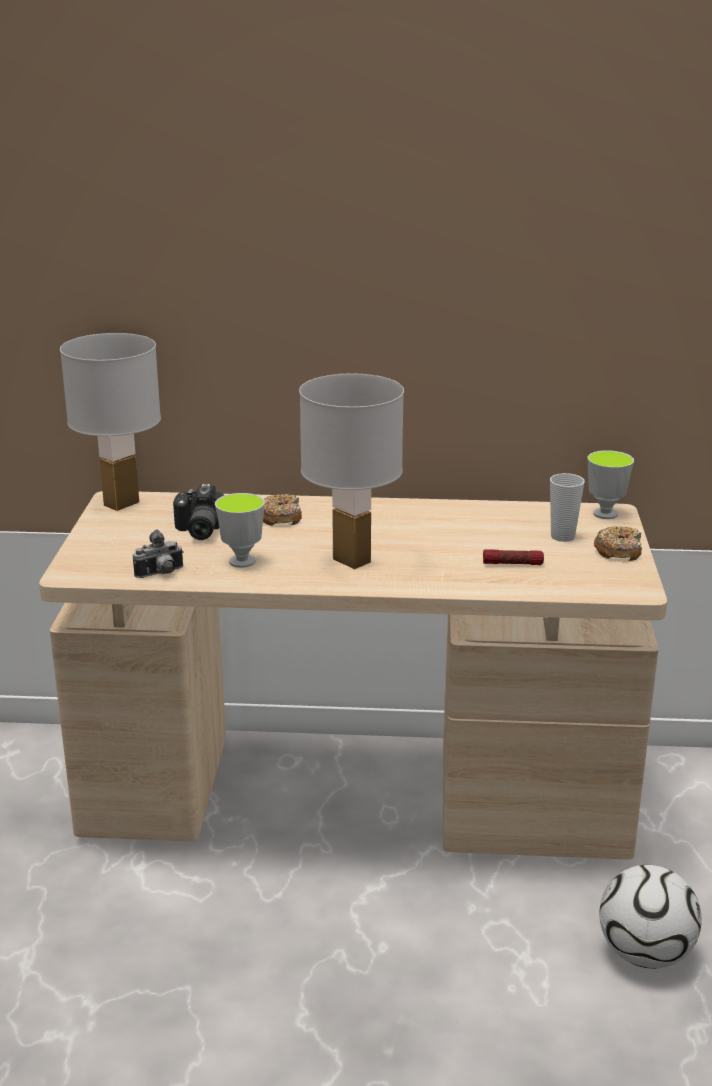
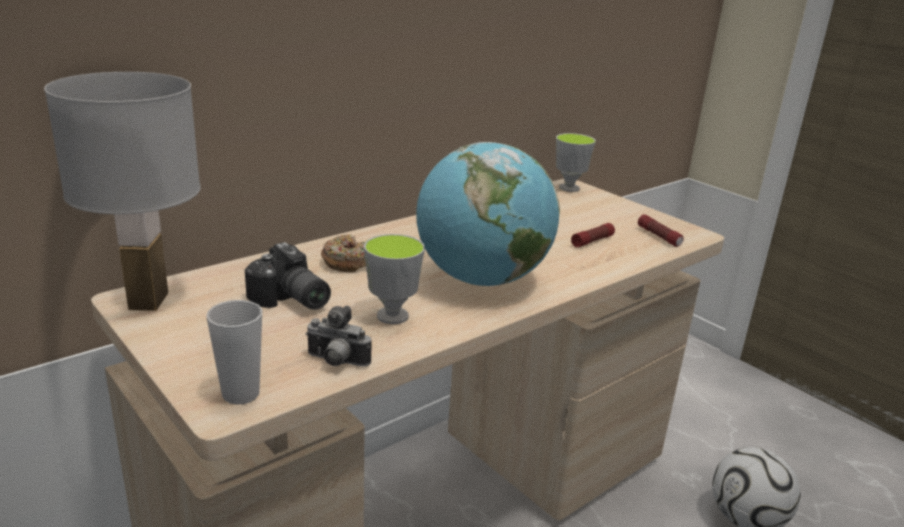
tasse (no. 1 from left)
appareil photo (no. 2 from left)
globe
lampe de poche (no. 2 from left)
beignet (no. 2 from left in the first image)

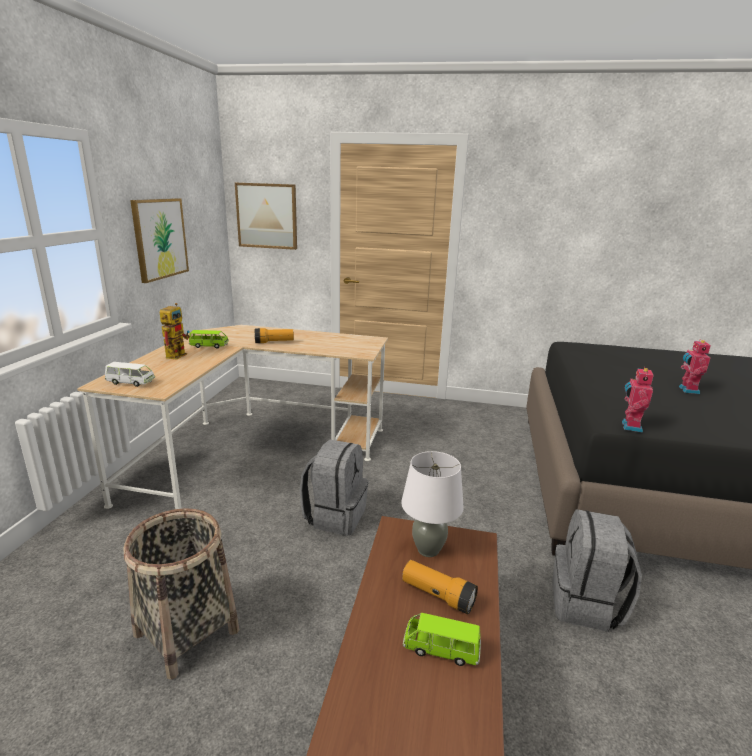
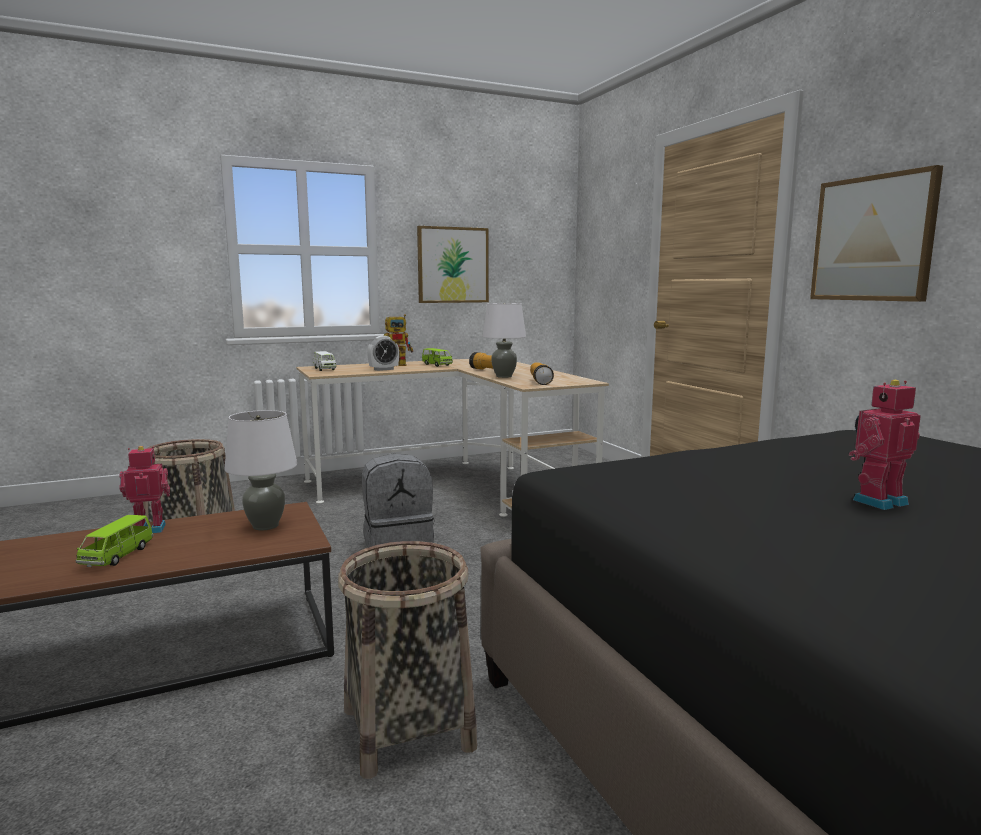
petite voiture (vert) (no. 1 from left)
robot jouet (no. 1 from left)
panier (no. 2 from left)
réveil
lampe de table (blanc) (no. 2 from left)
lampe de poche (no. 2 from left)
tableau (no. 2 from left)

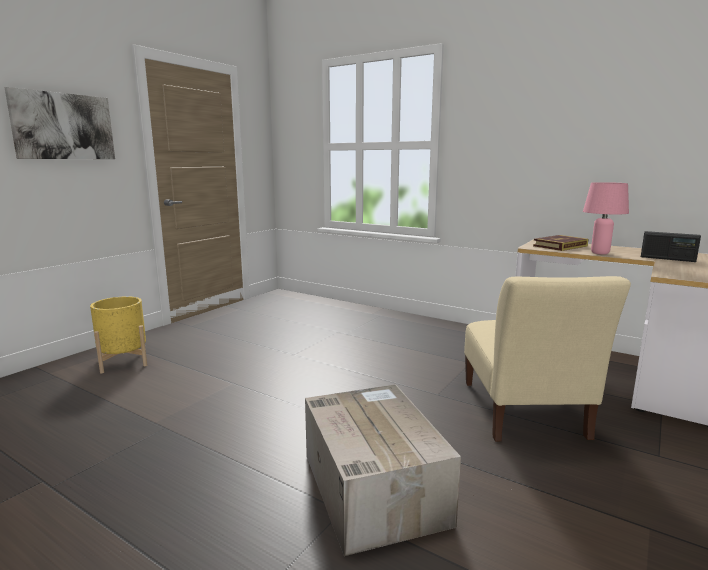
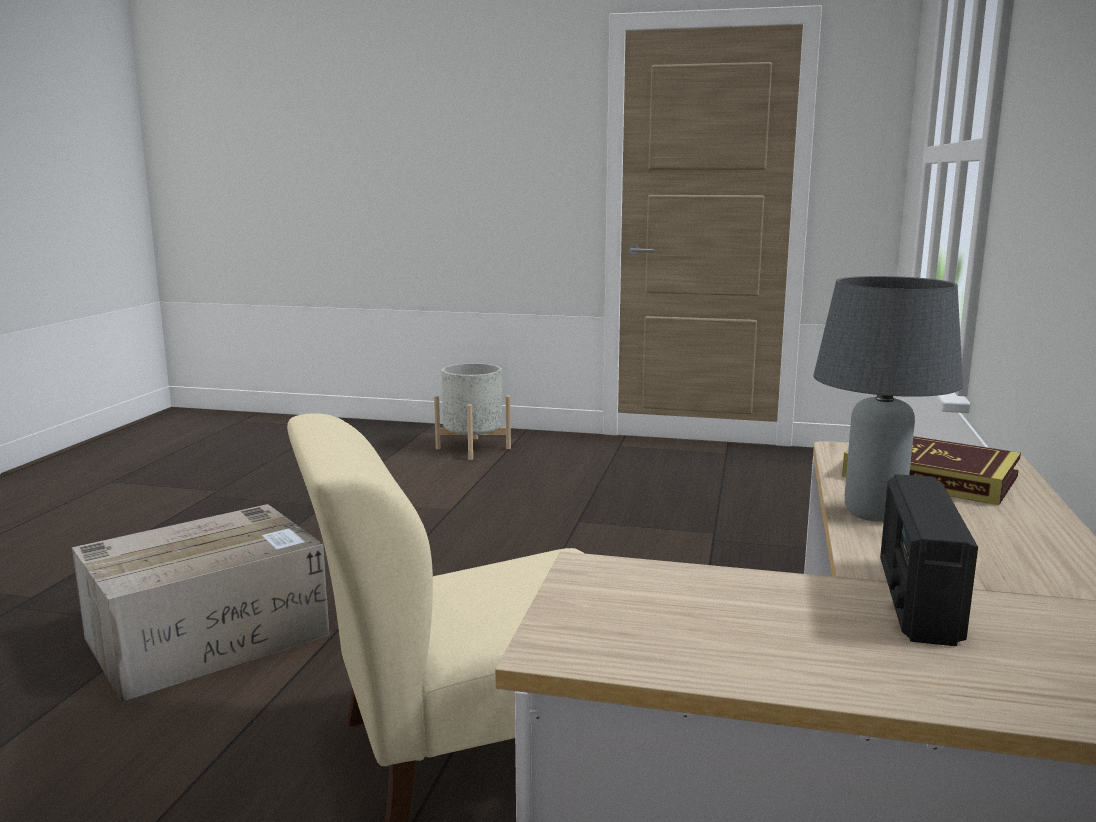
cache-pot (gris)
lampe de table (gris)
tableau

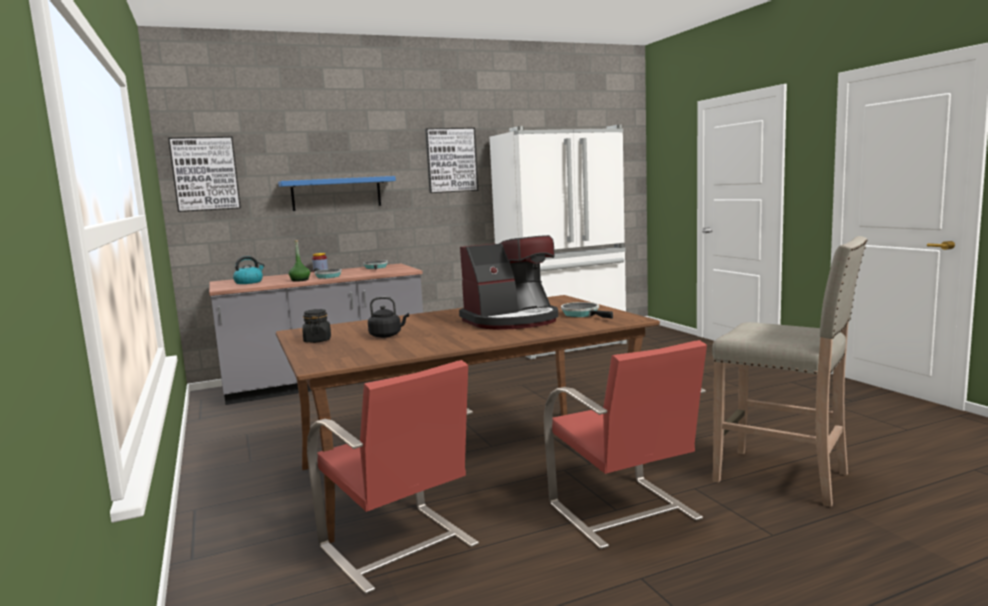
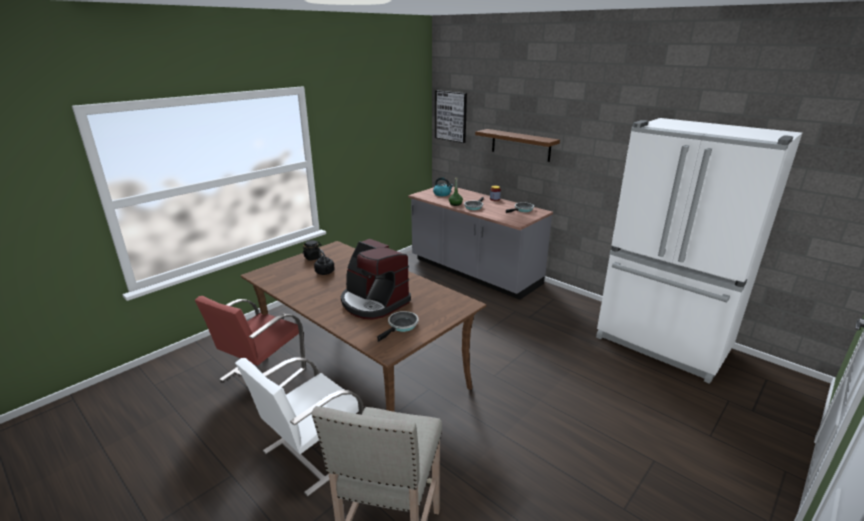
chaise (blanc)
étagère (marron)
tableau (no. 2 from left in the first image)

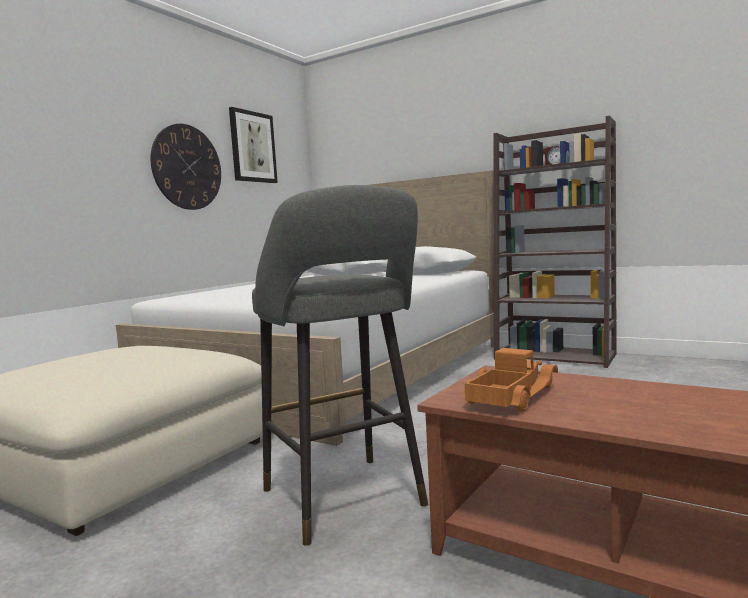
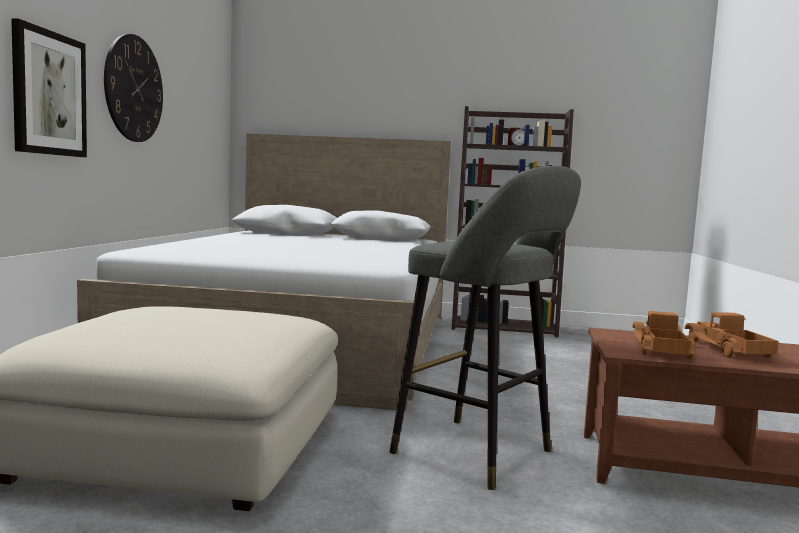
tableau
camion jouet (no. 2 from left)

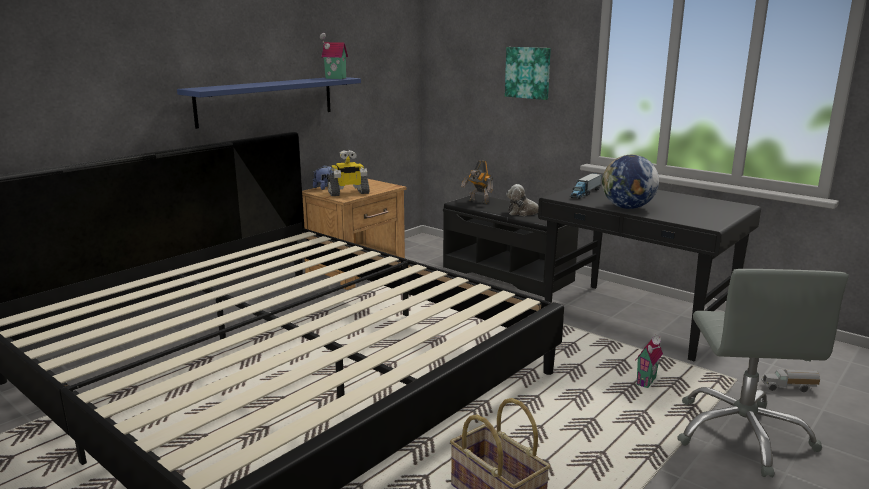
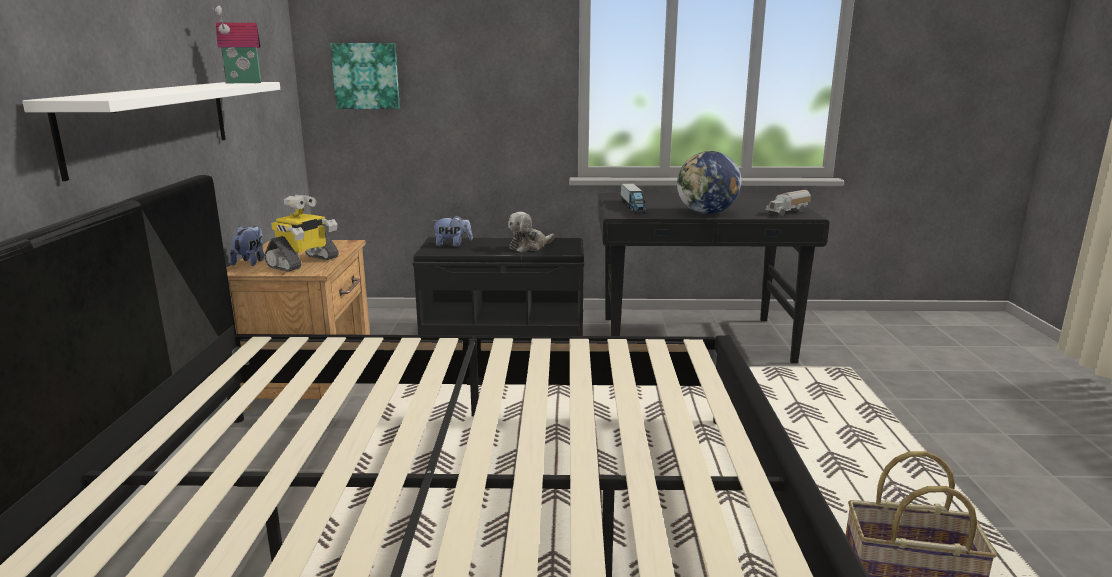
étagère (blanc)
tableau
peluche (no. 2 from left)
camion jouet (no. 2 from left)
maison miniature (no. 2 from left in the first image)
chaise de bureau (gris)

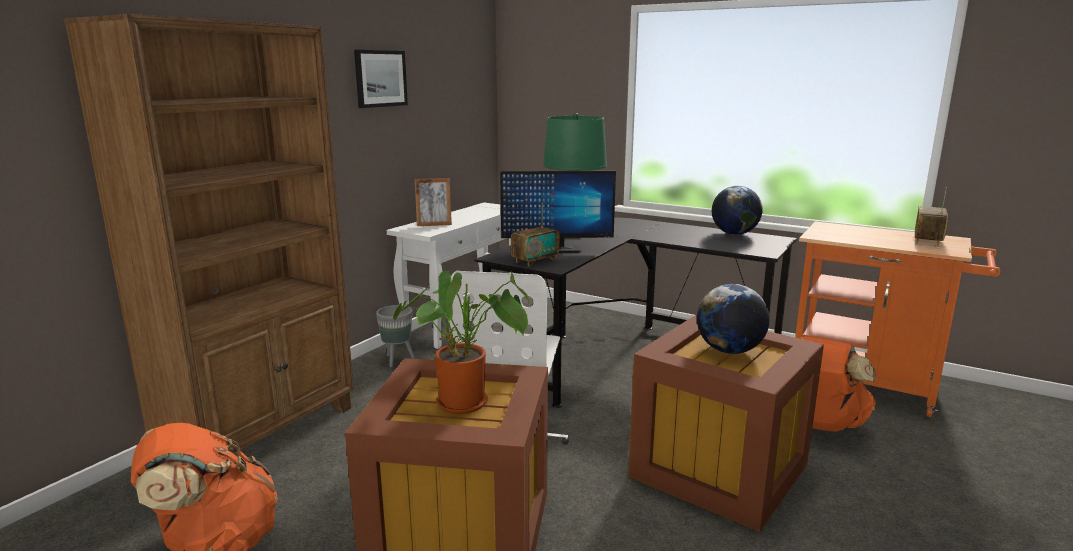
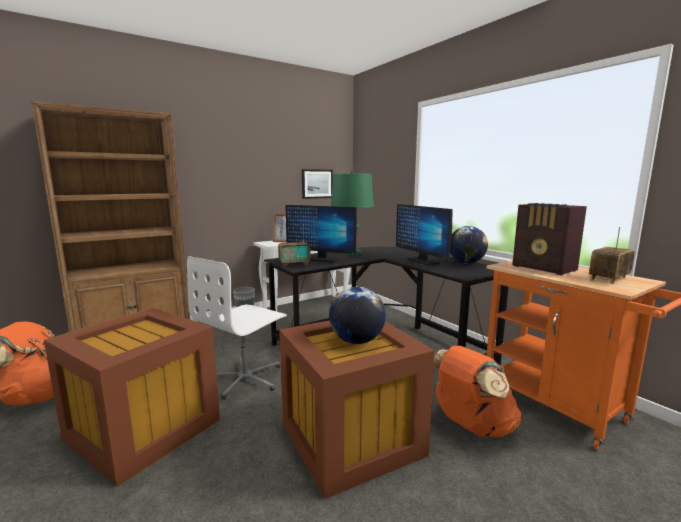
tableau
écran d'ordinateur (no. 2 from left)
radio (no. 2 from left)
plante en pot

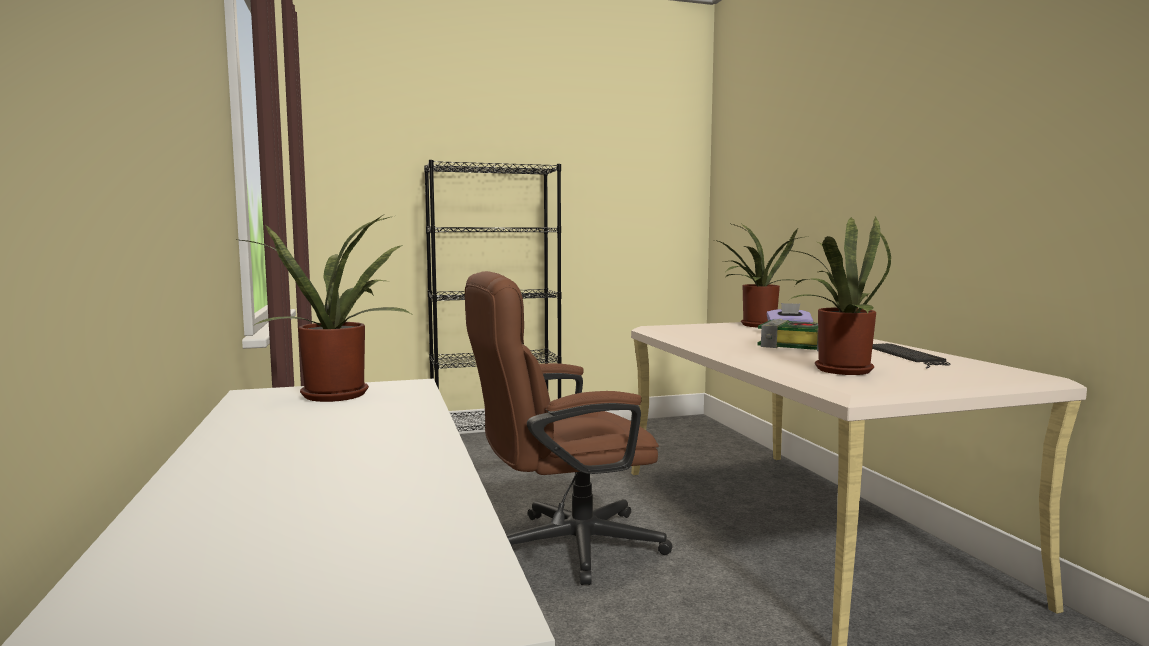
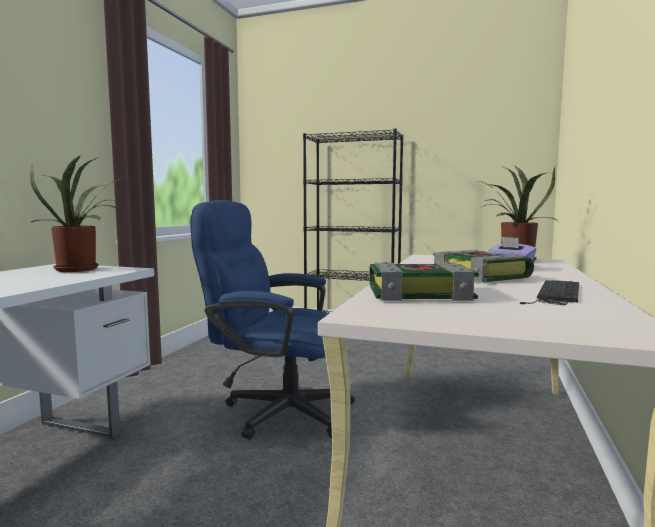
chaise de bureau (bleu)
livre (no. 1 from left)

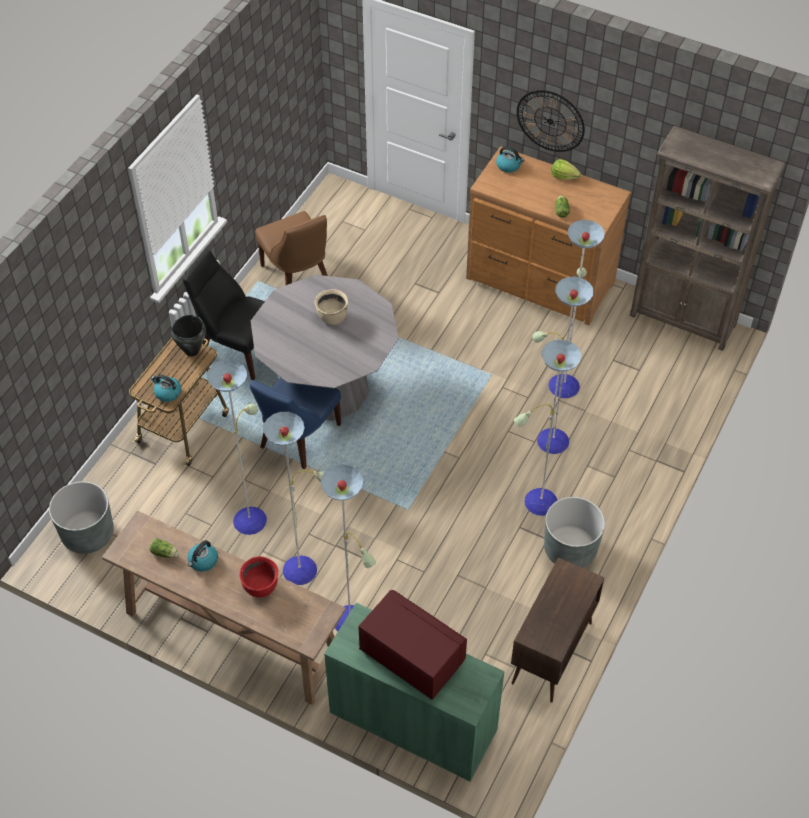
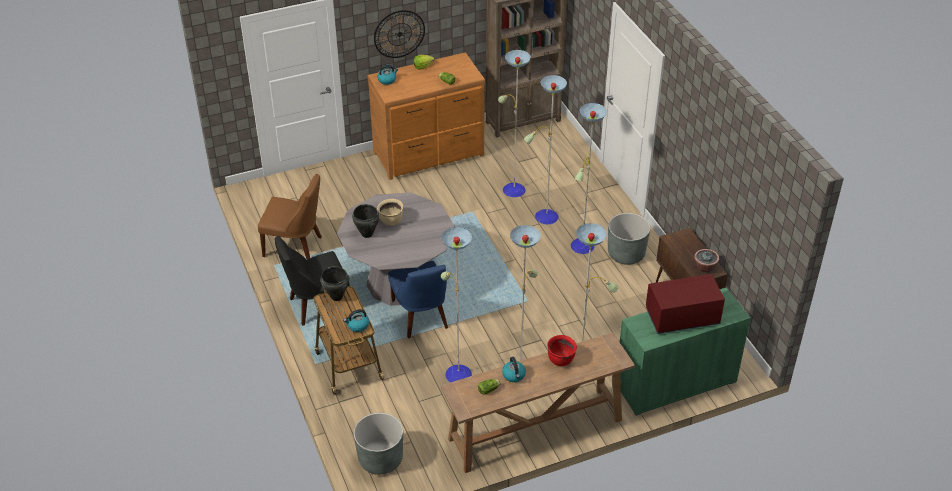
marmite (noir) (no. 2 from left)
plante en pot

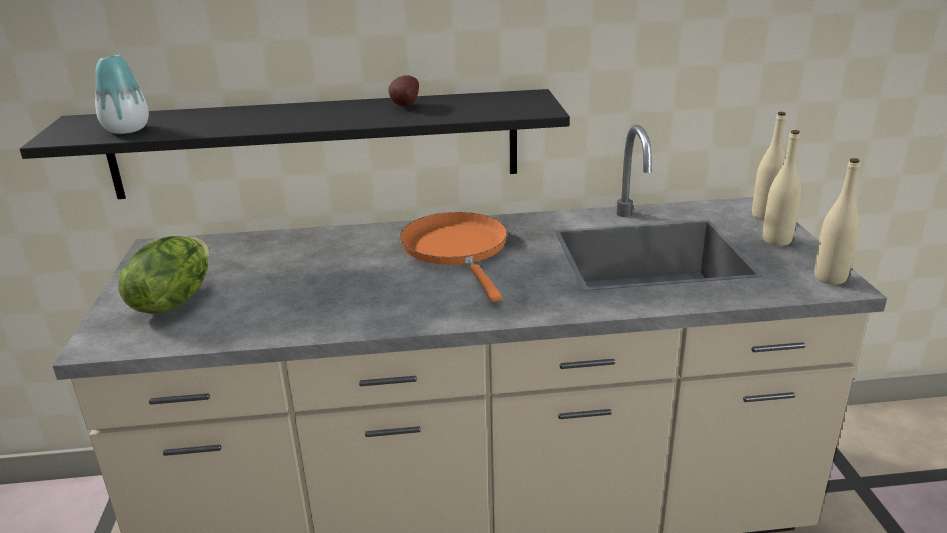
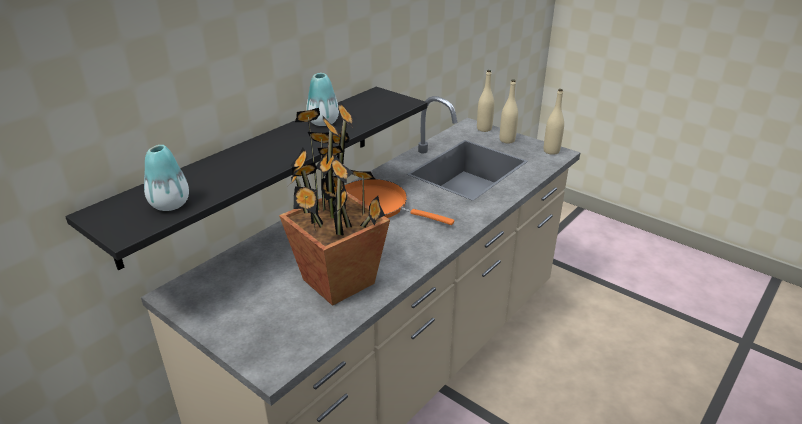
plante en pot
vase (no. 2 from left)
laitue

